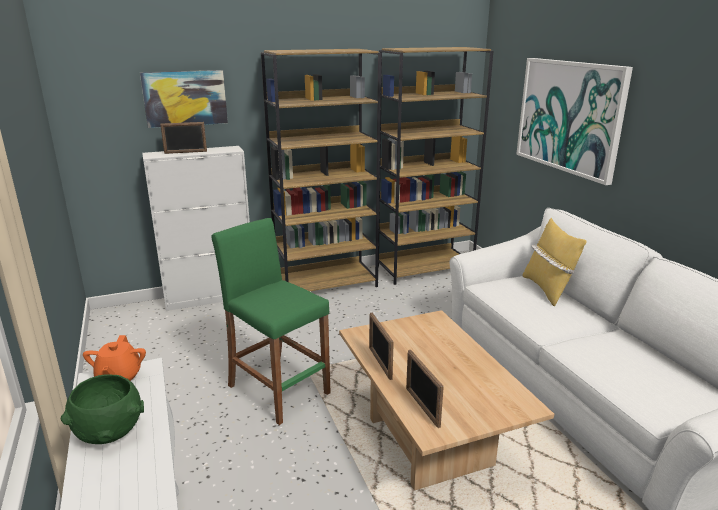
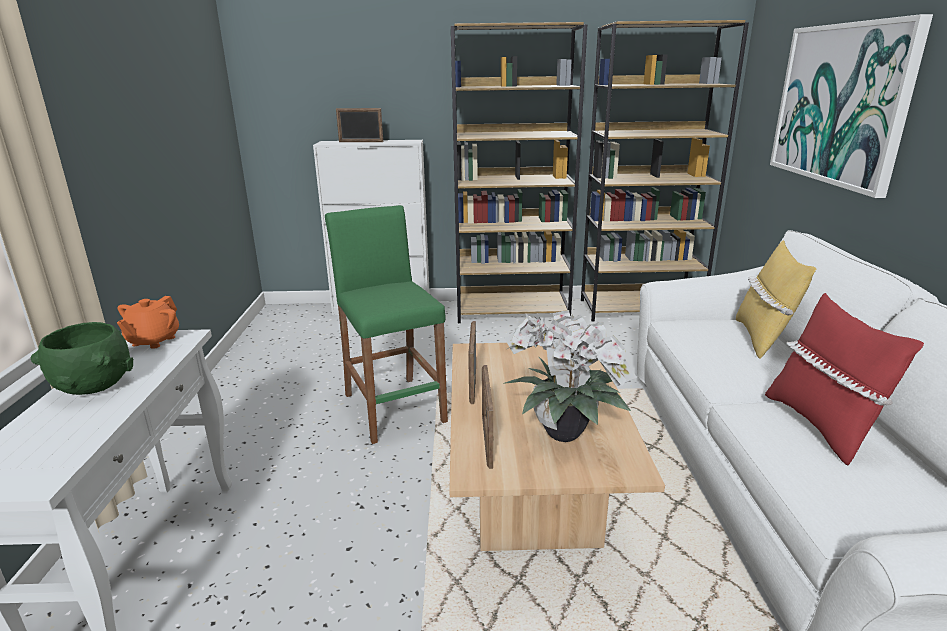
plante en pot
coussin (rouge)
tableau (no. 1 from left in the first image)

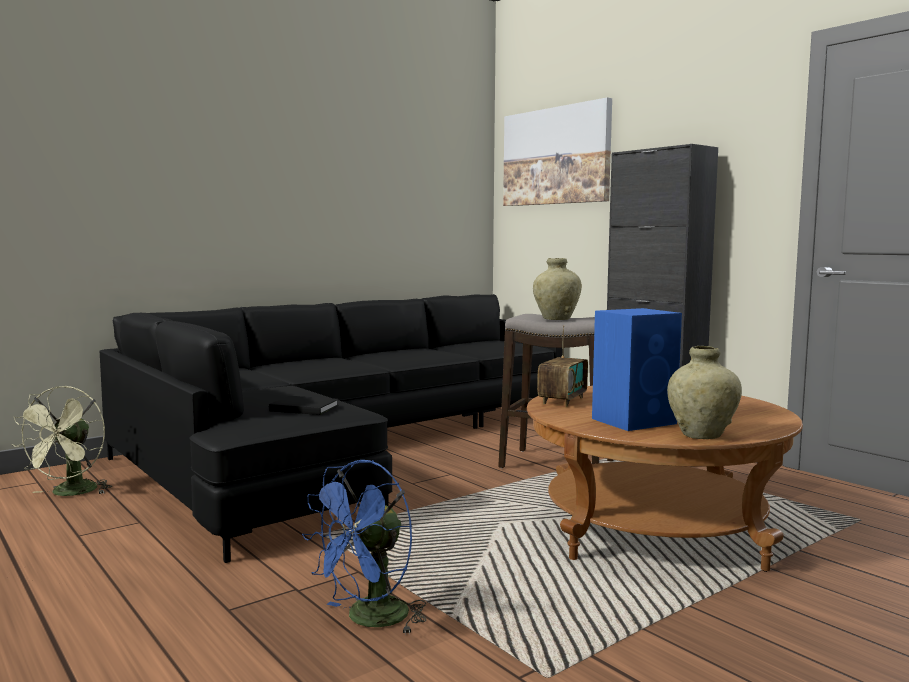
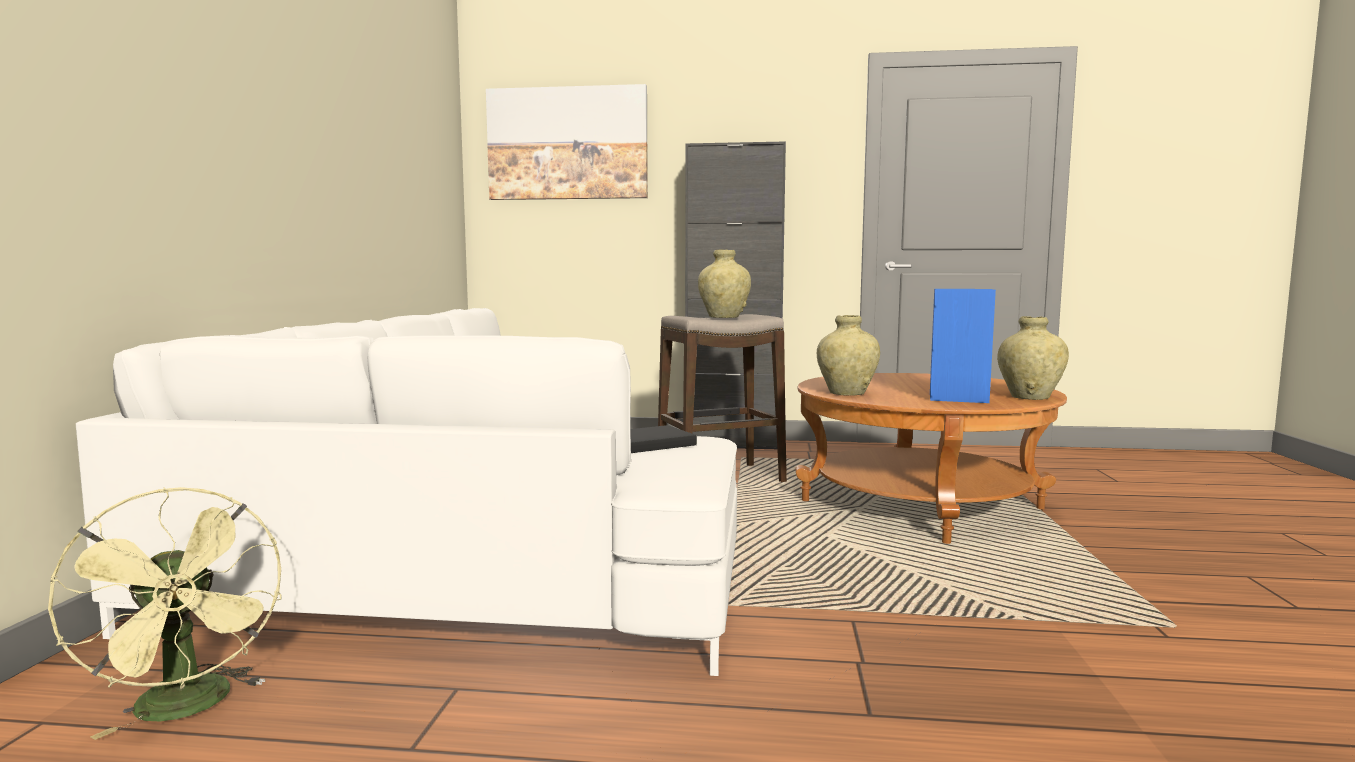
canapé (blanc)
vase (beige) (no. 2 from left)
ventilateur (bleu)

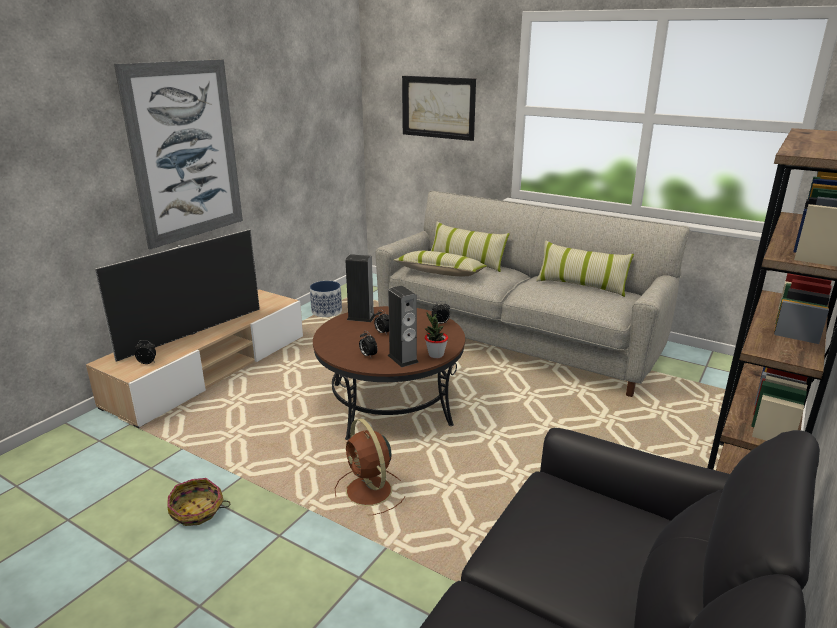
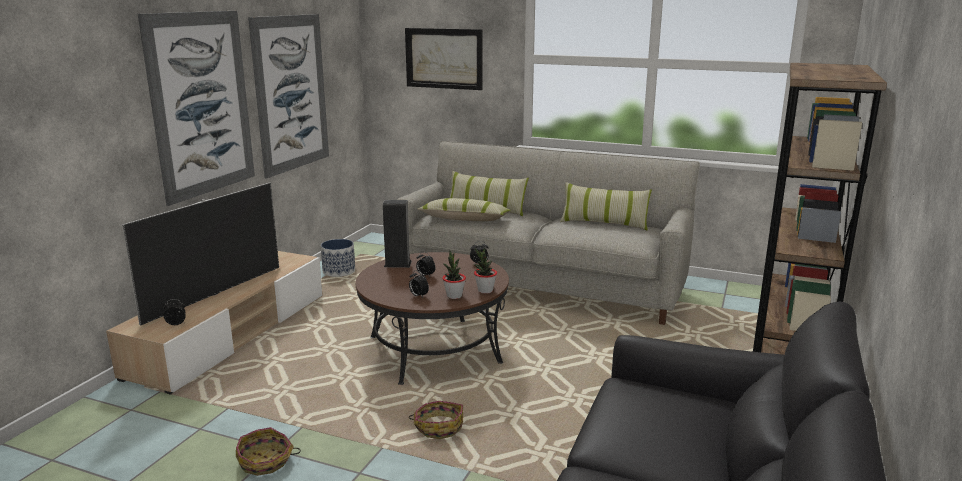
tableau (no. 2 from left)
panier (no. 2 from left)
plante en pot (no. 1 from left)

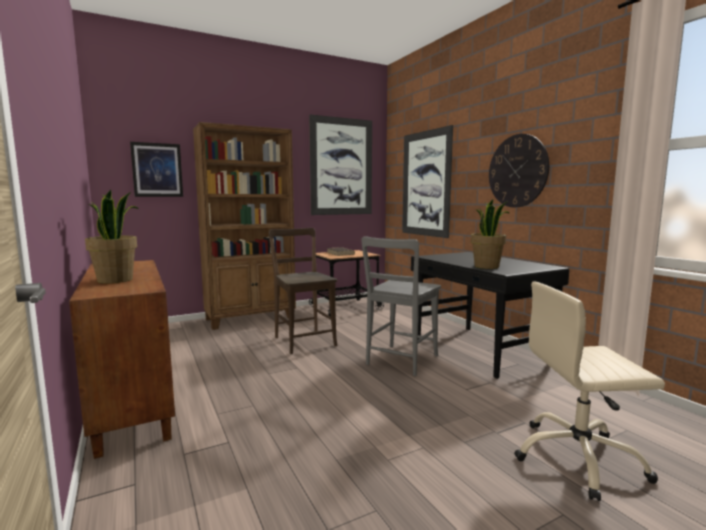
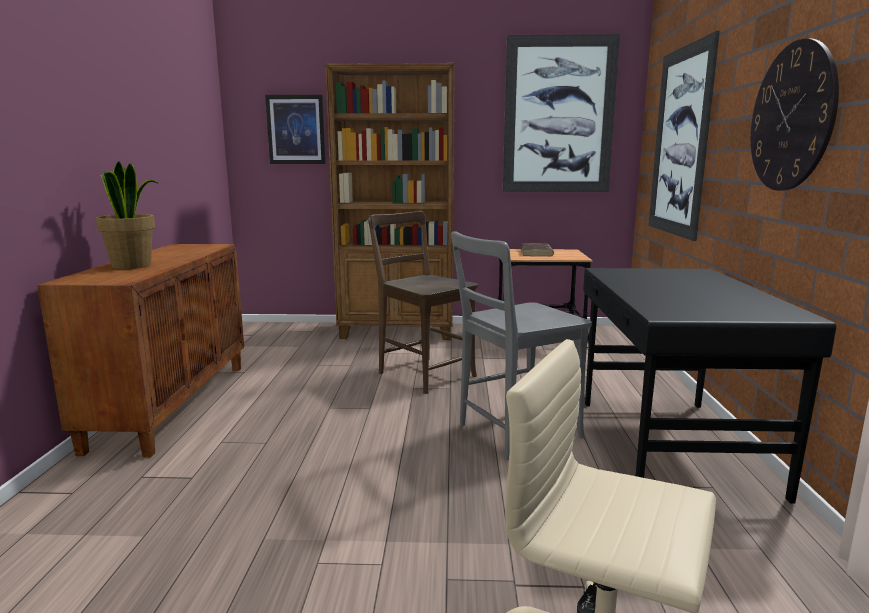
chaise (marron)
plante en pot (no. 2 from left in the first image)

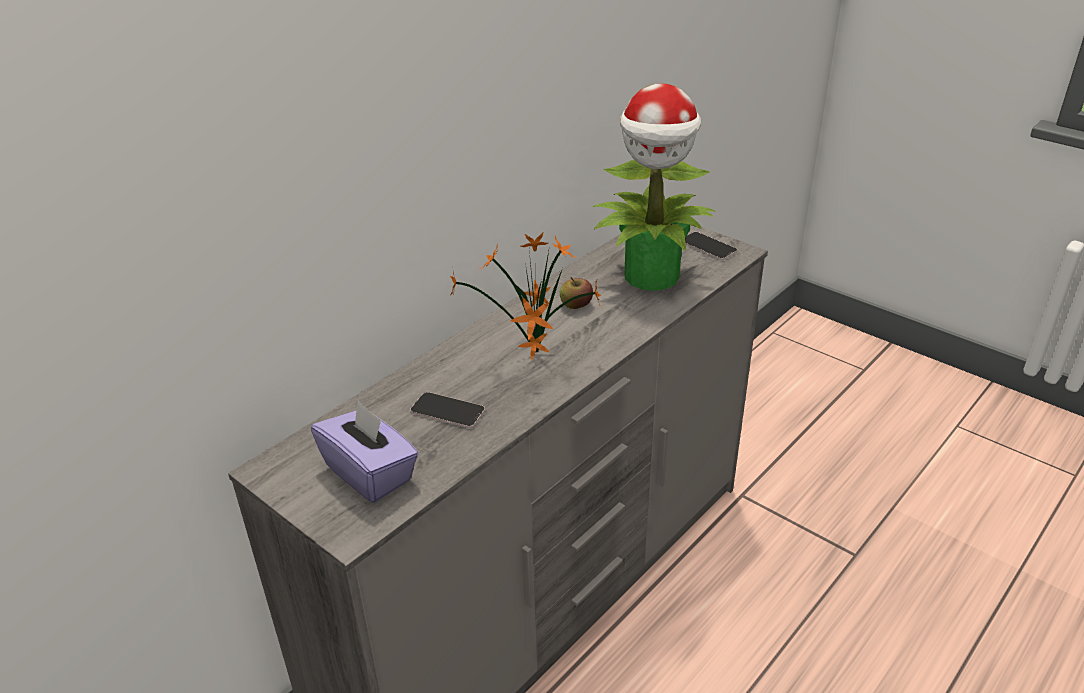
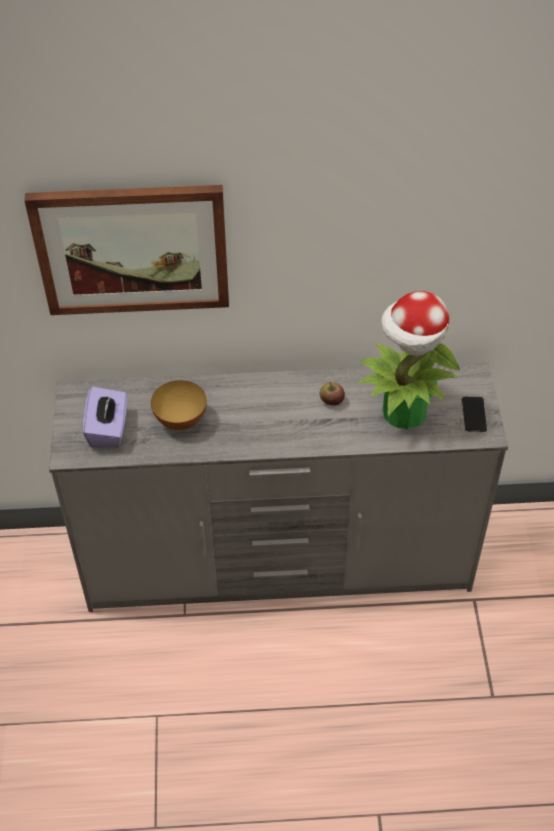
tableau
bol
plante en pot (no. 1 from left in the first image)

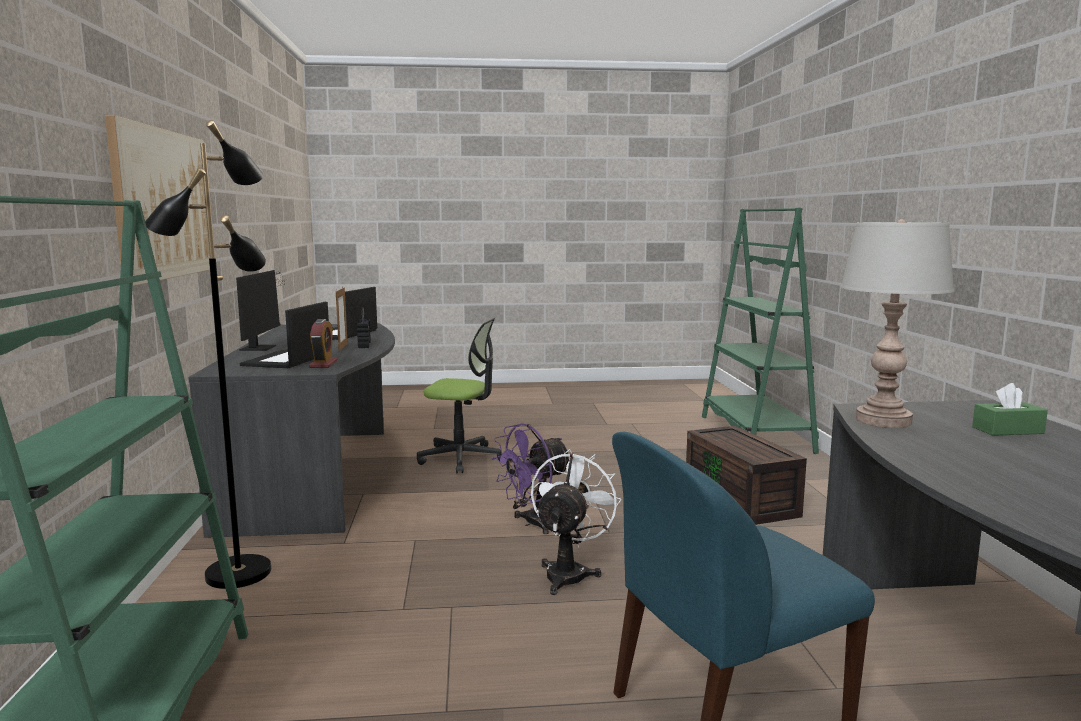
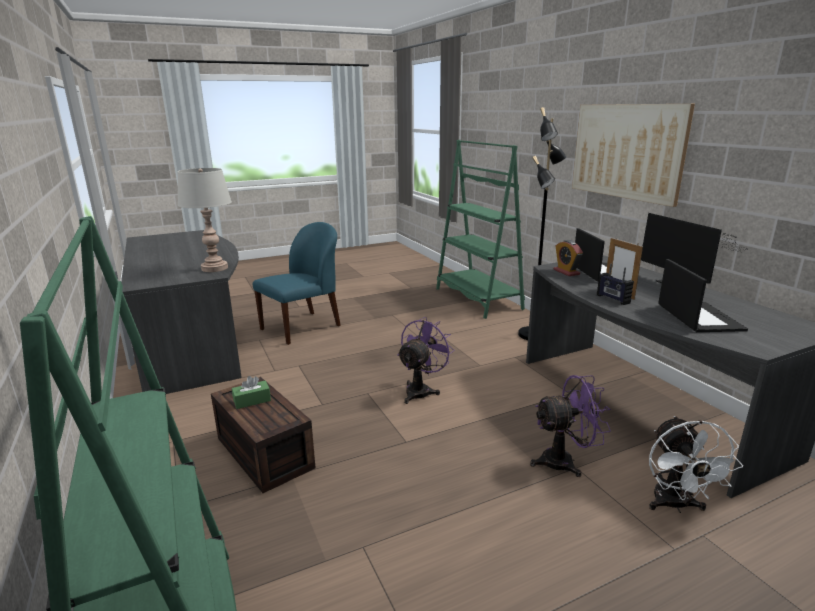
boîte à mouchoirs (vert)
ventilateur (violet) (no. 2 from left)
ventilateur (blanc)

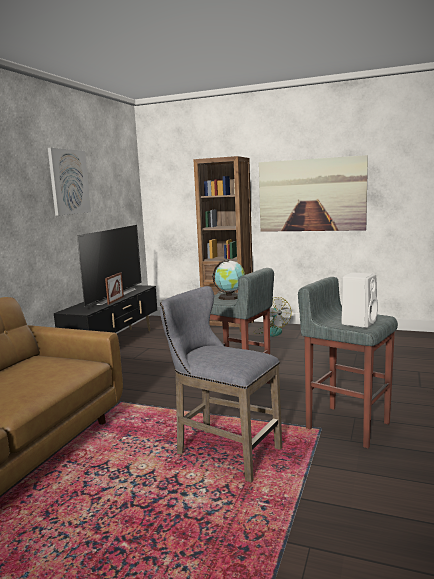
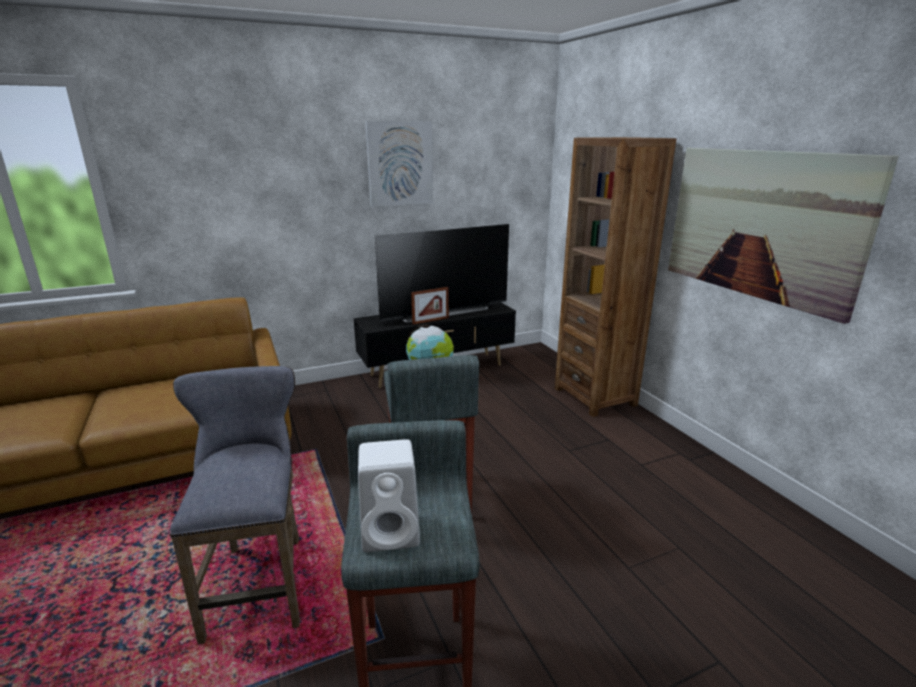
ventilateur

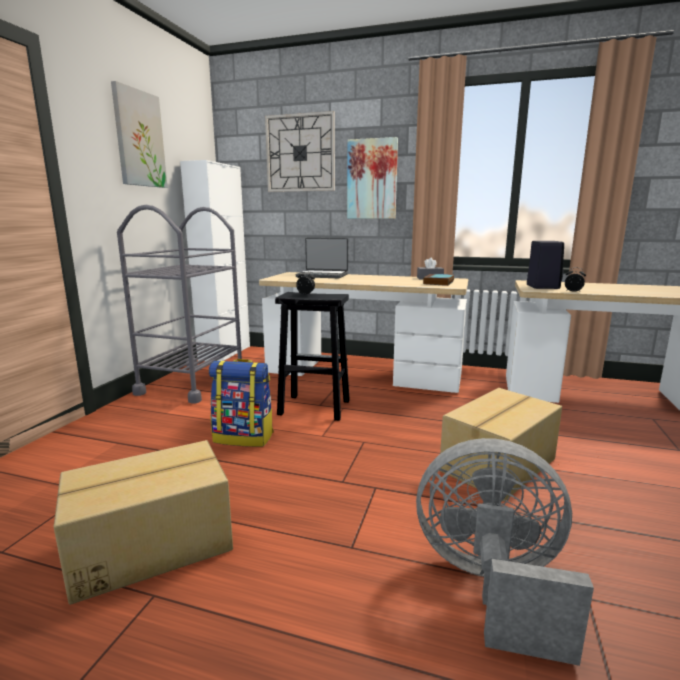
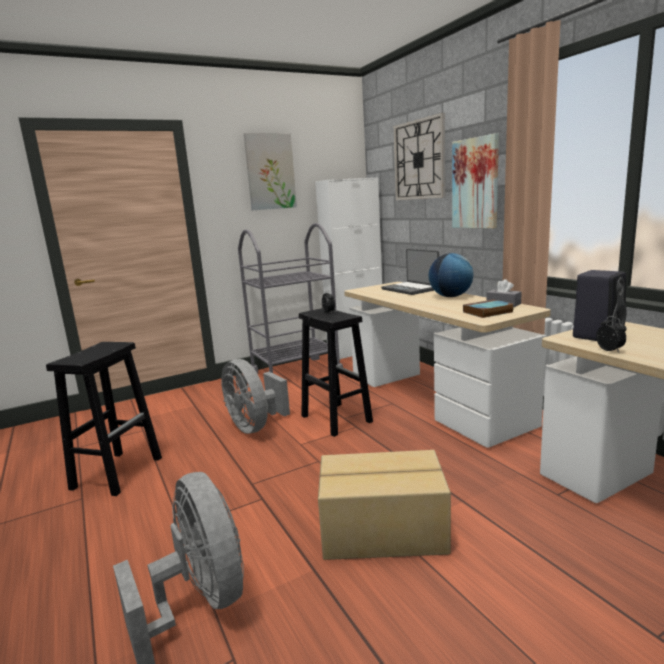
tabouret (noir) (no. 1 from left)
ventilateur (gris) (no. 2 from left)
globe

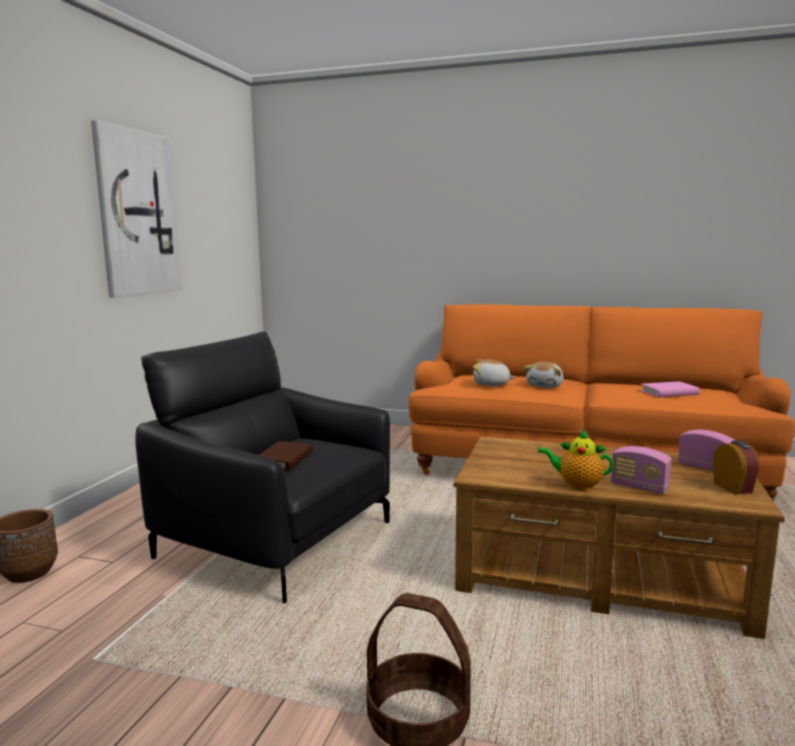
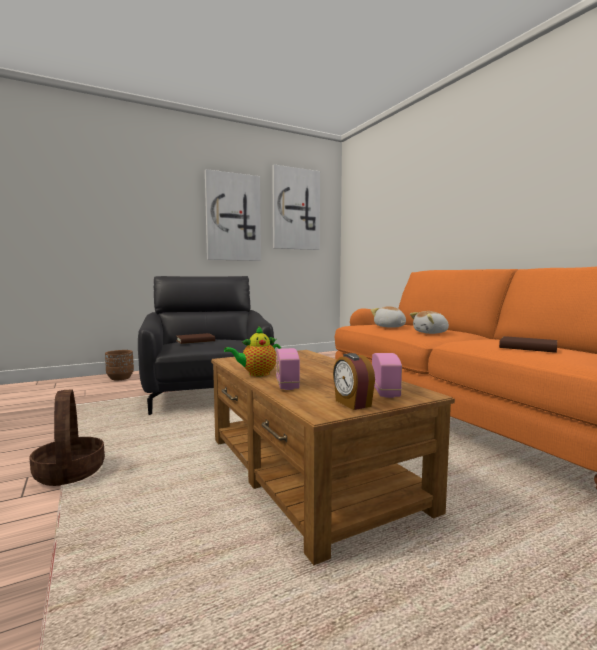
théière
tableau (no. 2 from left)
réveil
livre (marron) (no. 2 from left)

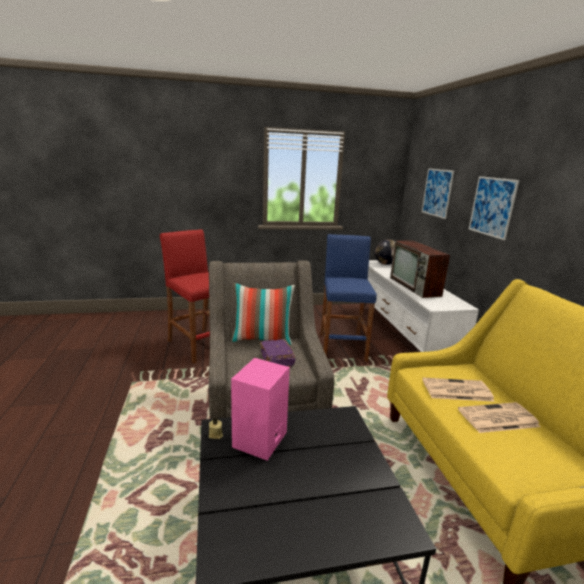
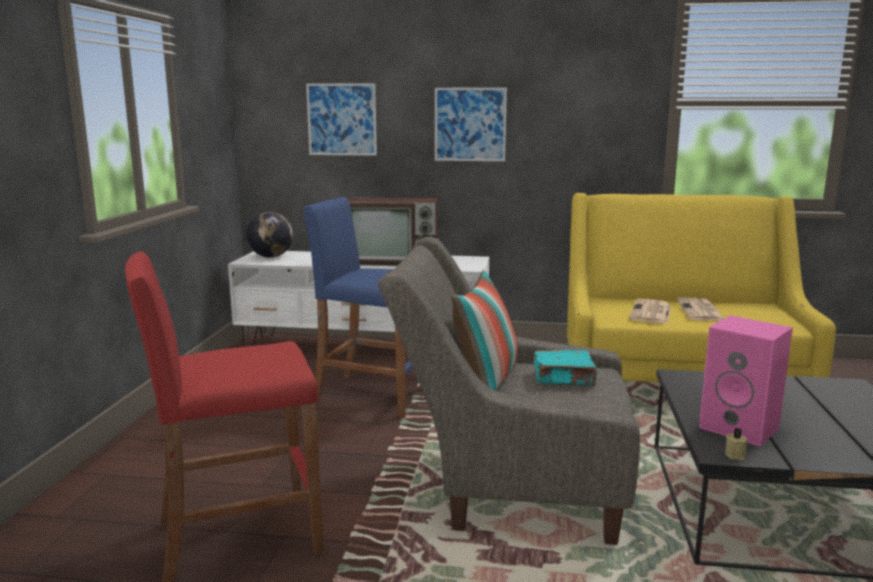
livre (turquoise)

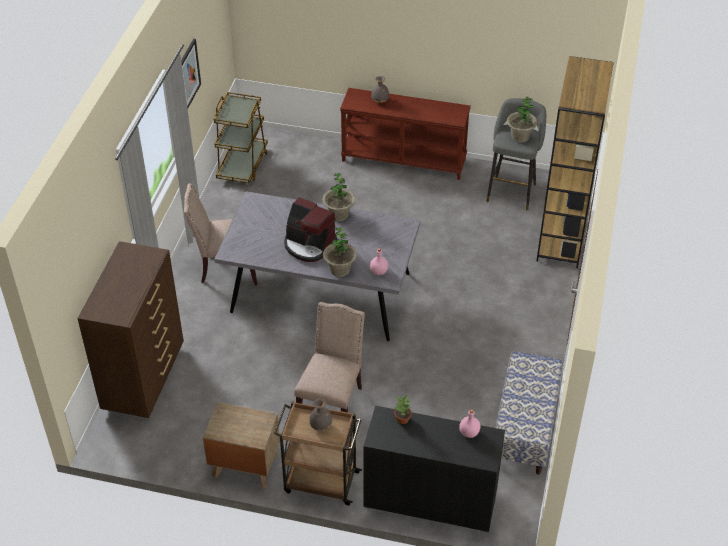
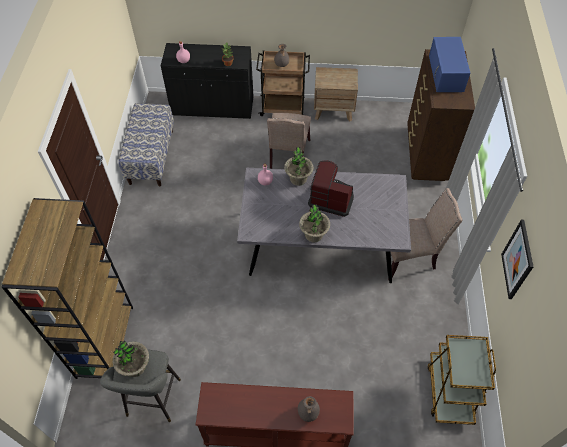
micro-ondes (bleu)

